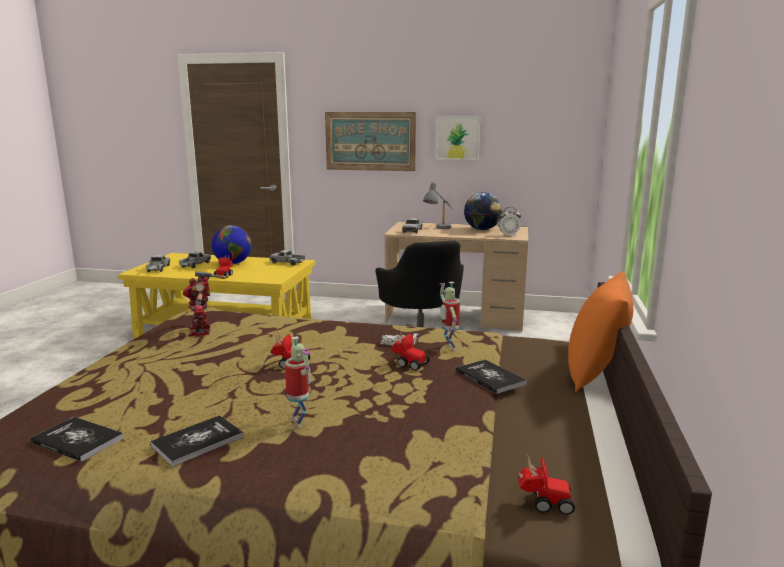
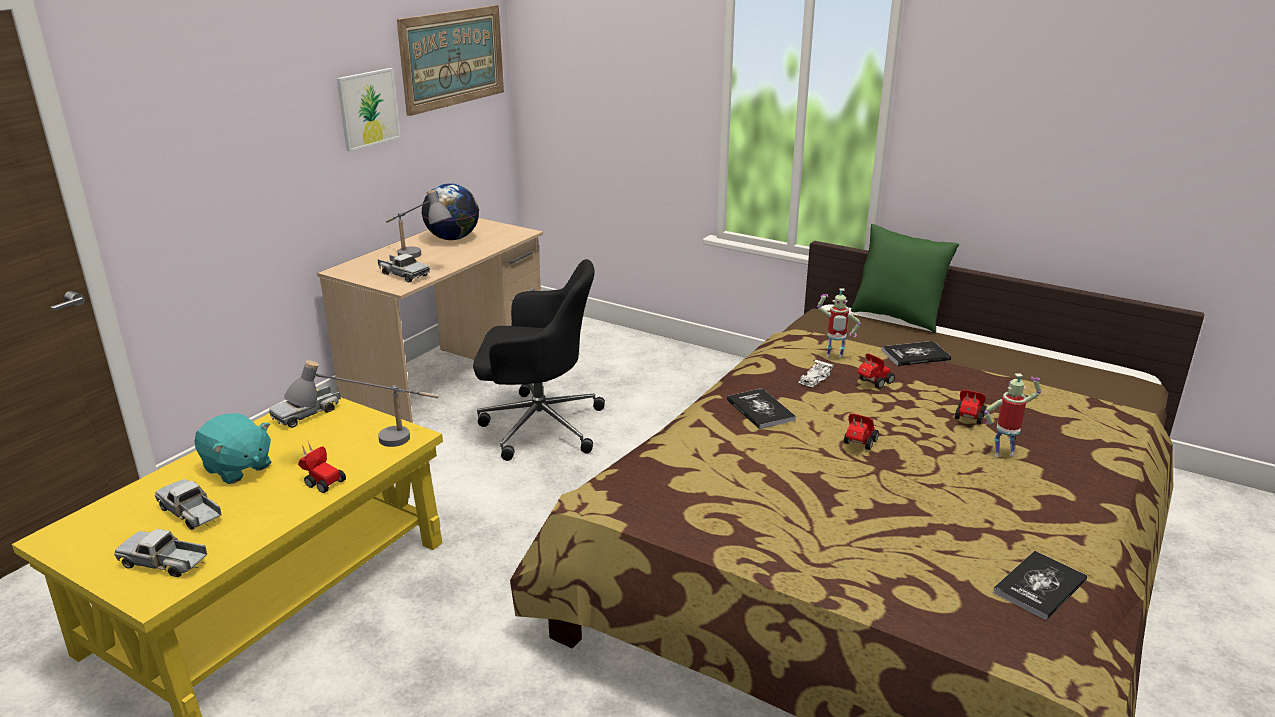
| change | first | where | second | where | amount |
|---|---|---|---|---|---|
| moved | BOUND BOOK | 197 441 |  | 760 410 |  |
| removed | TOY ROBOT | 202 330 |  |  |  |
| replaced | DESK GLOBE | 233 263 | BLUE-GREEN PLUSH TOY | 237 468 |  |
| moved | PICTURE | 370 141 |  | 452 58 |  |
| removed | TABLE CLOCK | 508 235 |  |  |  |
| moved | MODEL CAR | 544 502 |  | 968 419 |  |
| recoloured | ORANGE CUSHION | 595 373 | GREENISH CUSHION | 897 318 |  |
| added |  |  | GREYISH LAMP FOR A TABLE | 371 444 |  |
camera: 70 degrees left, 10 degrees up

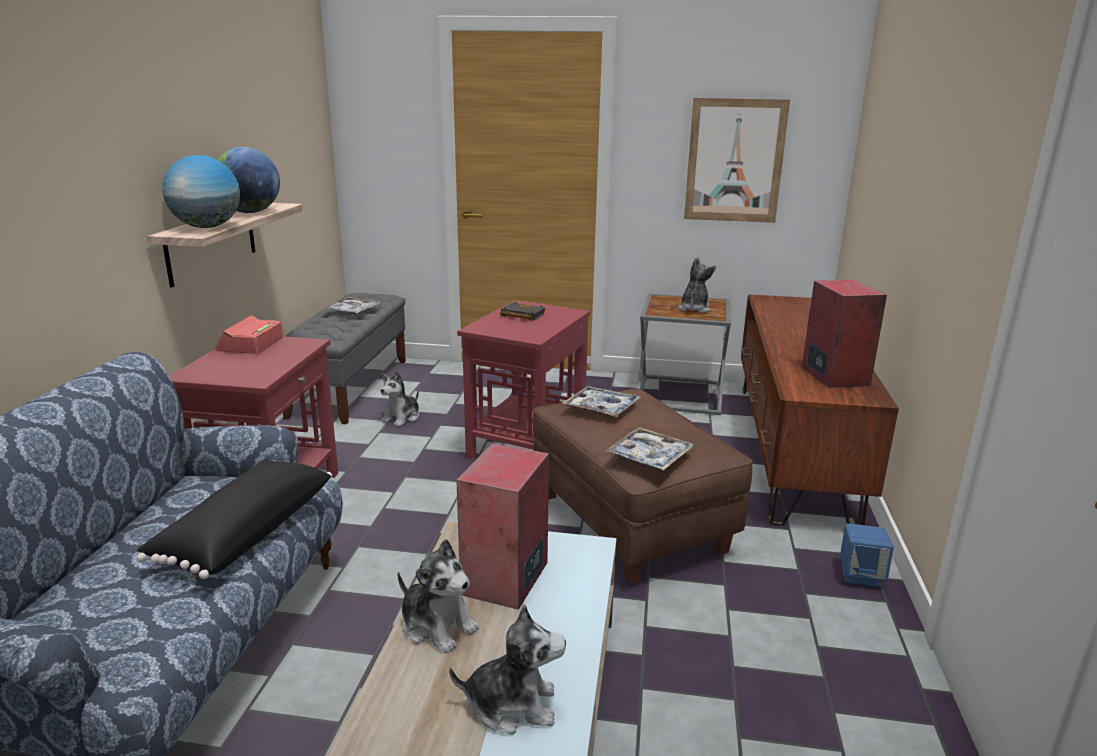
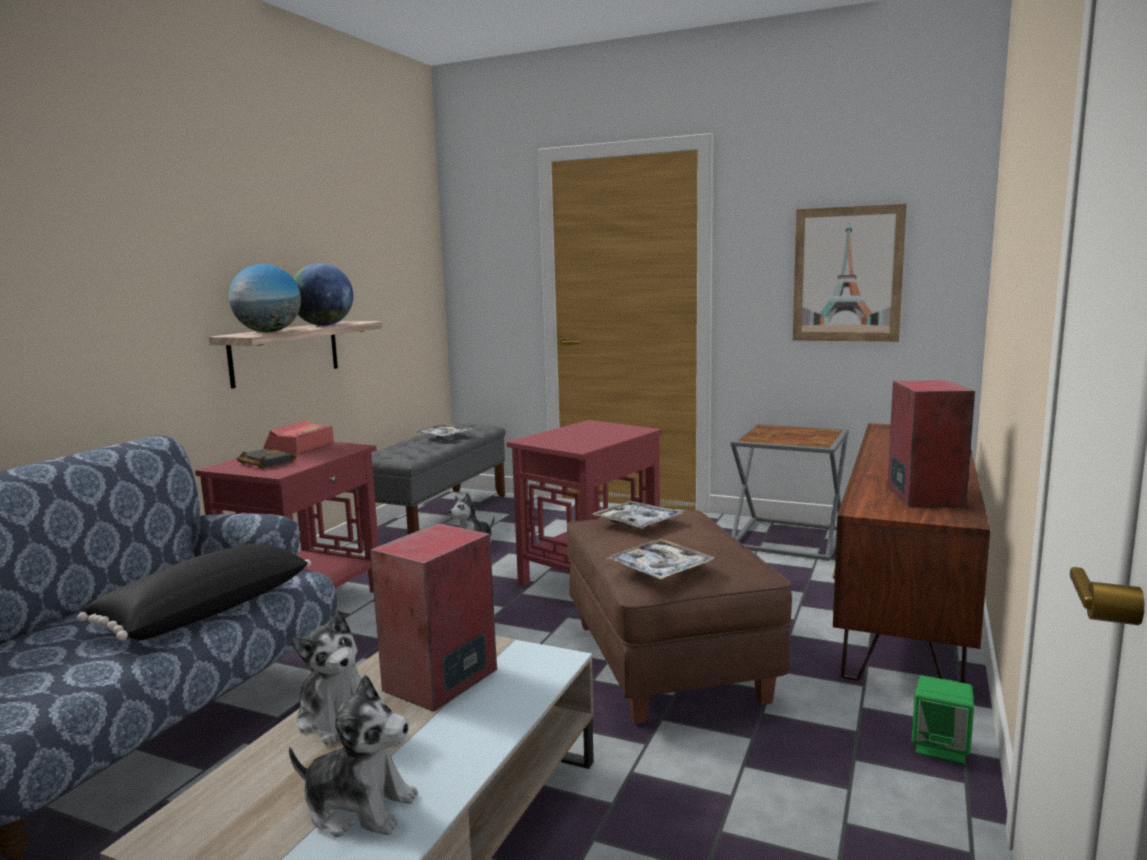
| change | first | where | second | where | amount |
|---|---|---|---|---|---|
| moved | BLACK BOUND BOOK | 521 315 |  | 264 463 |  |
| removed | PLUSH TOY | 694 309 |  |  |  |
| recoloured | BLUISH SPEAKER | 861 576 | GREENISH SPEAKER | 940 747 |  |
camera: 15 degrees right, 10 degrees down

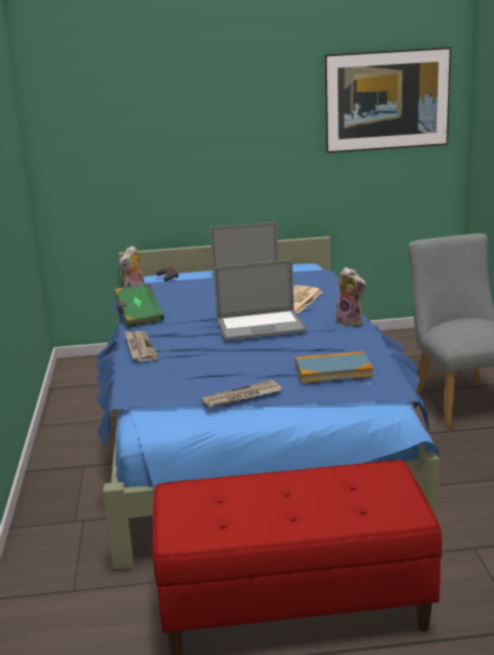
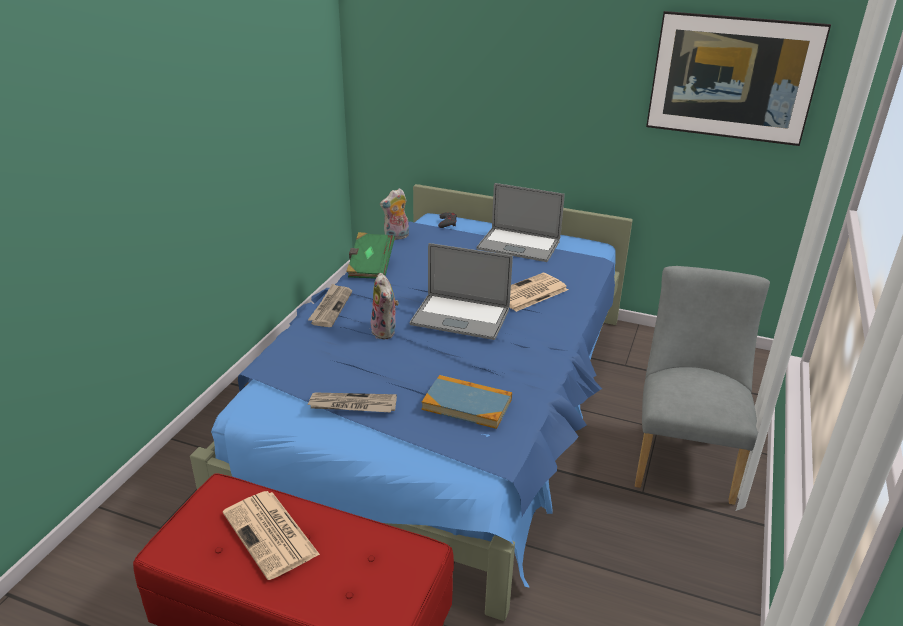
| change | first | where | second | where | amount |
|---|---|---|---|---|---|
| moved | PLUSH TOY | 351 322 |  | 386 331 |  |
| added |  |  | PRINTED PAPER | 271 534 |  |
camera: 25 degrees right, 10 degrees up

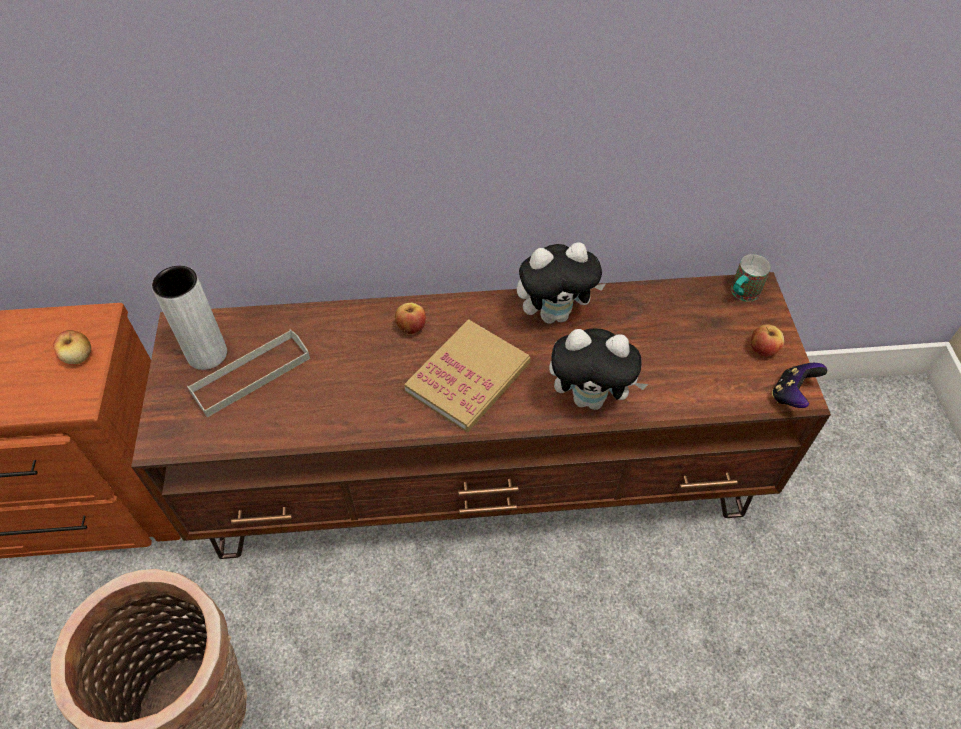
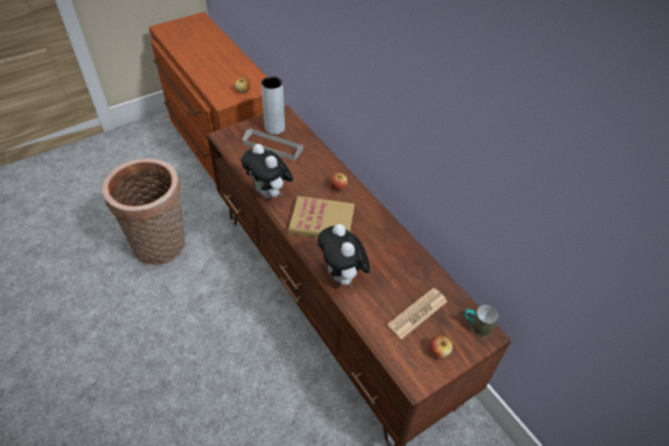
| change | first | where | second | where | amount |
|---|---|---|---|---|---|
| moved | PLUSH TOY | 555 314 |  | 270 193 |  |
| removed | GAME CONTROLLER | 791 395 |  |  |  |
| added |  |  | PRINTED PAPER | 417 313 |  |
camera: 60 degrees right, 5 degrees down

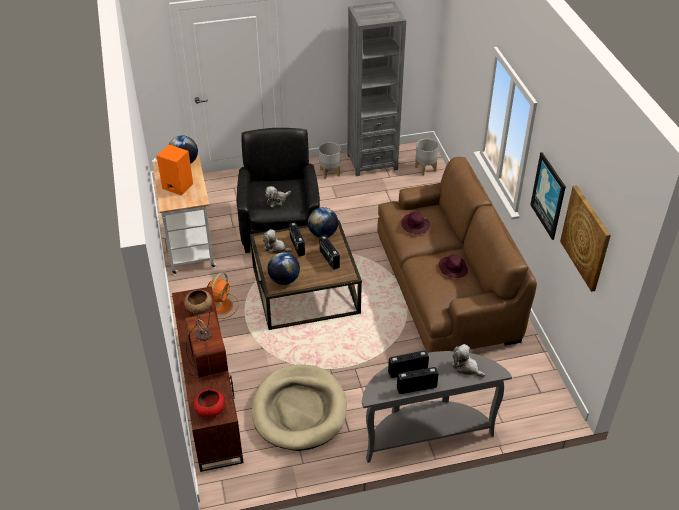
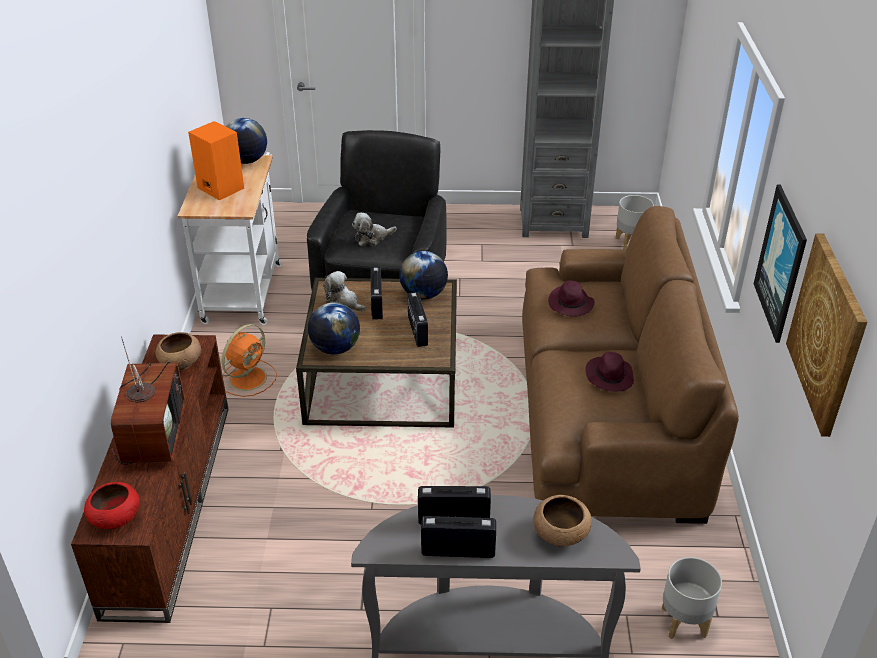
| change | first | where | second | where | amount |
|---|---|---|---|---|---|
| removed | BEIGE PET BED | 299 410 |  |  |  |
| moved | GREYISH PLANT POT | 330 173 |  | 684 622 |  |
| replaced | PLUSH TOY | 466 367 | BROWN DEEP DISH | 561 534 |  |
camera: 15 degrees right, 5 degrees down

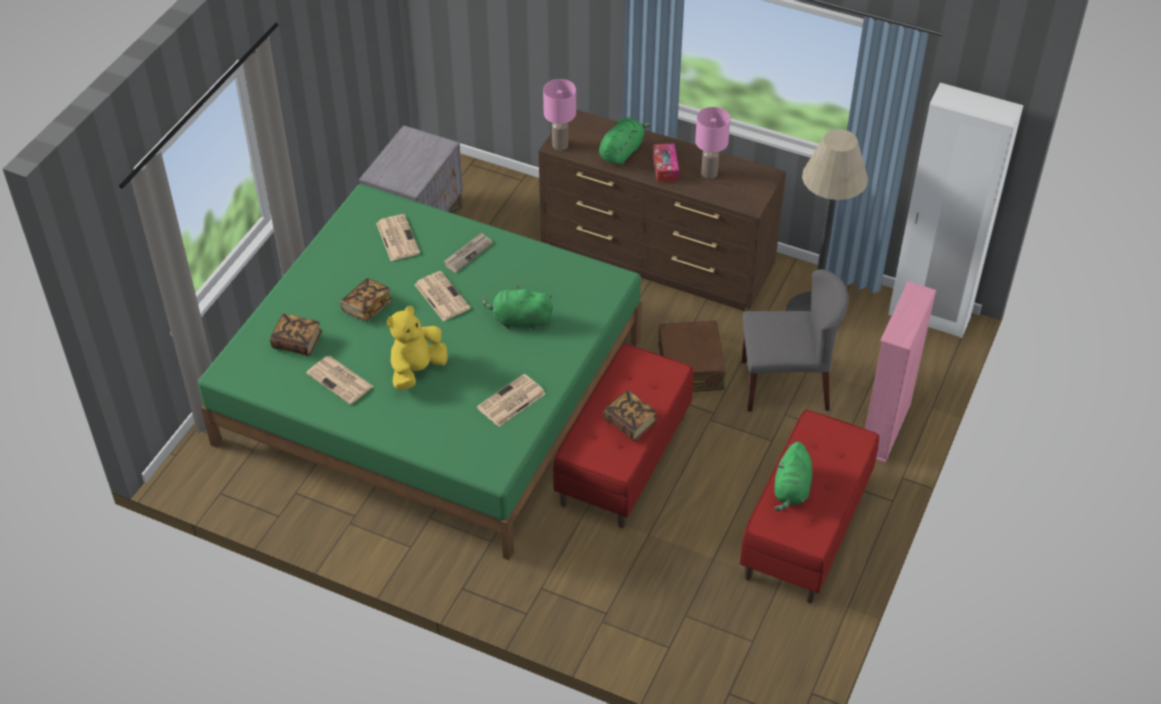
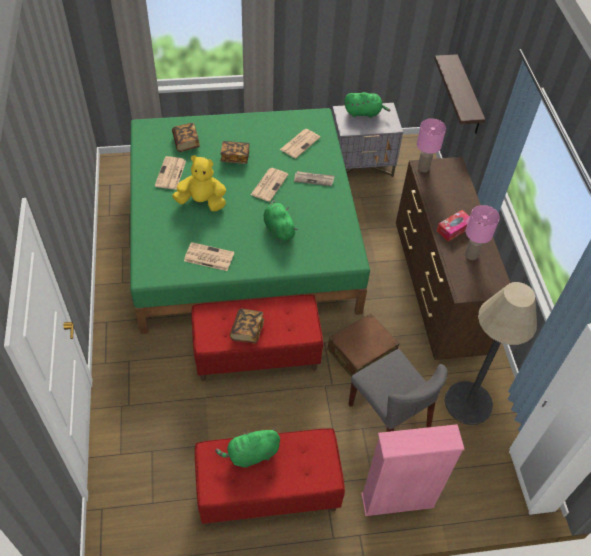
| change | first | where | second | where | amount |
|---|---|---|---|---|---|
| moved | GREENISH PLUSH TOY | 622 152 |  | 364 113 |  |
| added |  |  | WALL SHELF | 468 96 |  |
camera: 55 degrees right, 5 degrees up

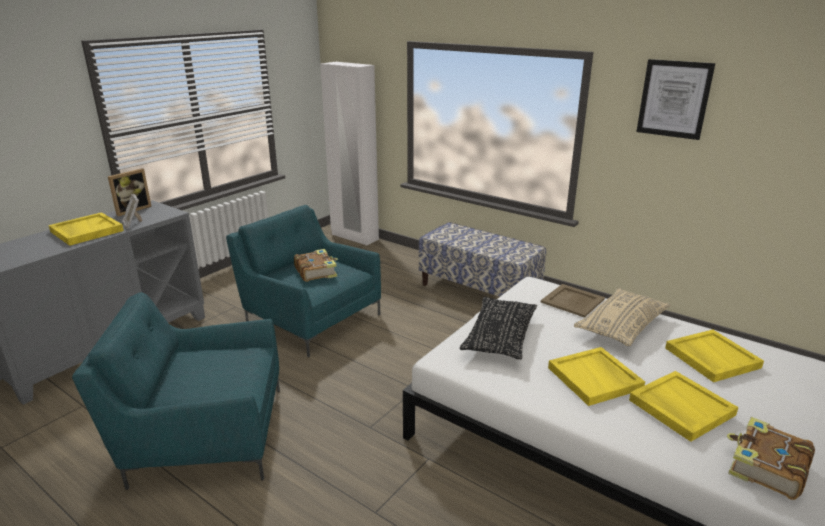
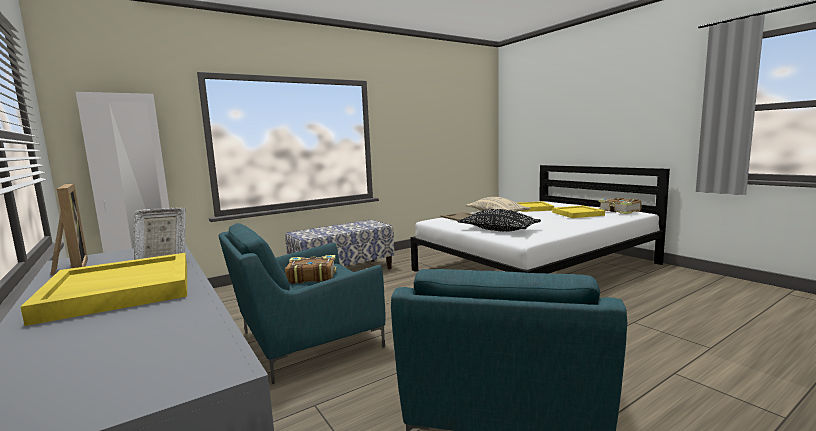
| change | first | where | second | where | amount |
|---|---|---|---|---|---|
| removed | YELLOW CARRYING TRAY | 595 378 |  |  |  |
| removed | PICTURE | 674 99 |  |  |  |
camera: 70 degrees left, 15 degrees down

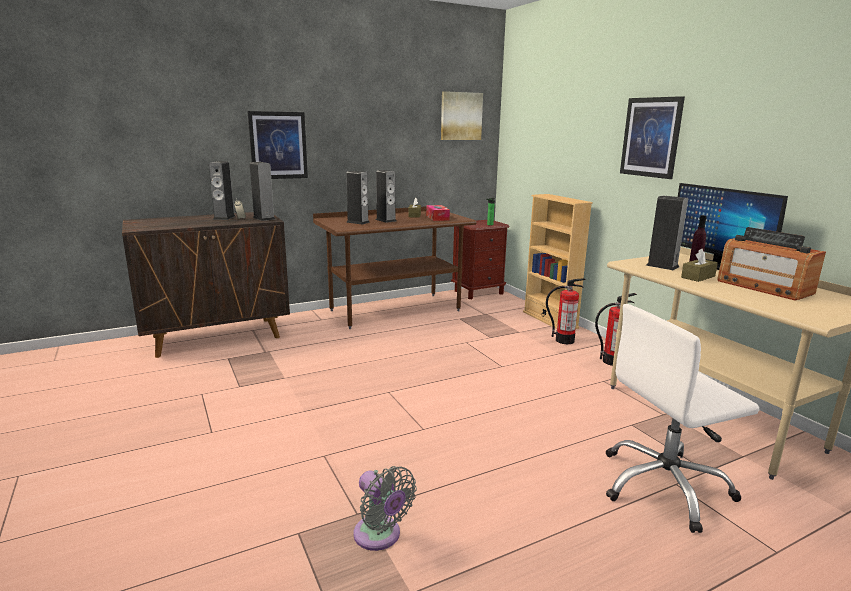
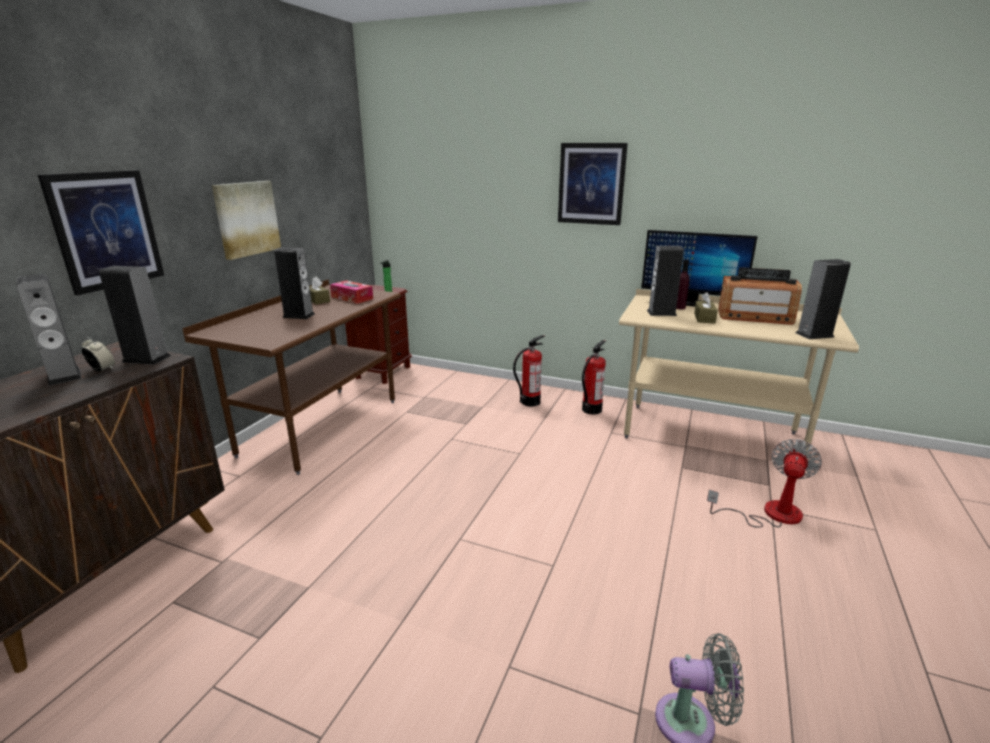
| change | first | where | second | where | amount |
|---|---|---|---|---|---|
| moved | SPEAKER | 358 222 |  | 814 335 |  |
| moved | PICTURE | 460 116 |  | 246 218 |  |
| removed | BEIGE SHELVING UNIT | 550 320 |  |  |  |
| replaced | WHITISH COMPUTER CHAIR | 664 486 | ELECTRIC FAN | 770 514 |  |
camera: 40 degrees left, 5 degrees up

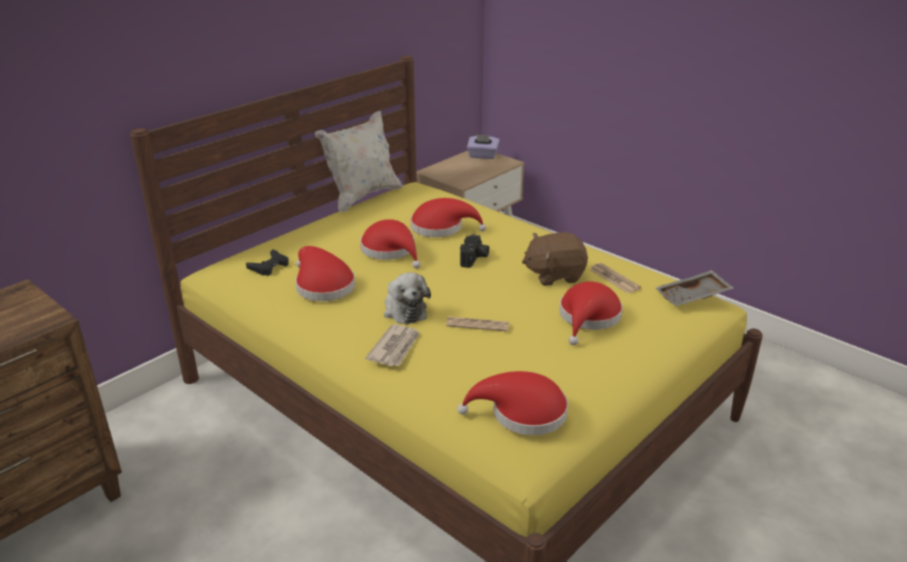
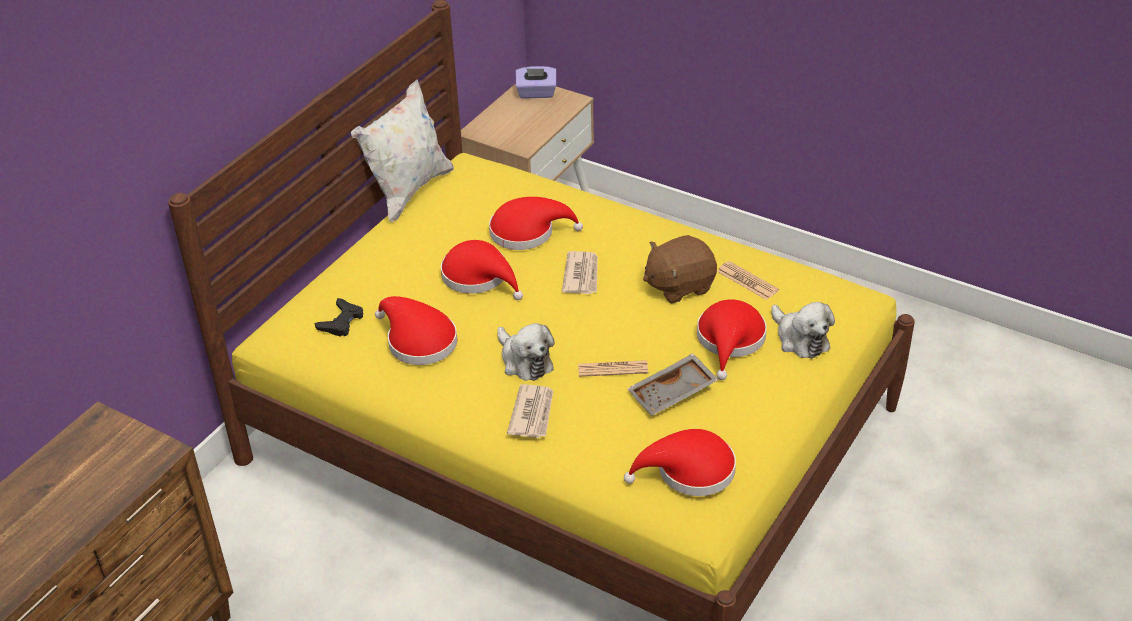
| change | first | where | second | where | amount |
|---|---|---|---|---|---|
| replaced | STILL CAMERA | 474 259 | PRINTED PAPER | 582 275 |  |
| moved | GREYISH CARRYING TRAY | 693 297 |  | 673 394 |  |
| added |  |  | PLUSH TOY | 800 339 |  |
camera: 10 degrees left, 10 degrees up

